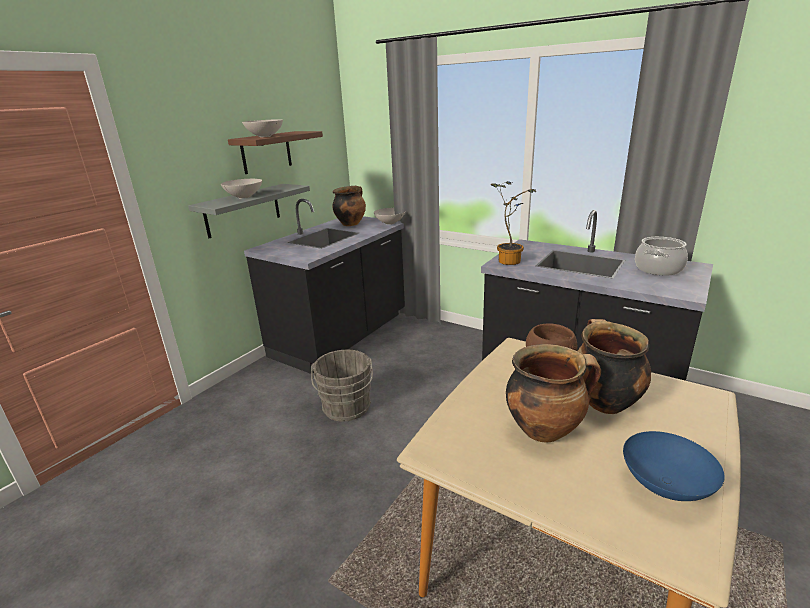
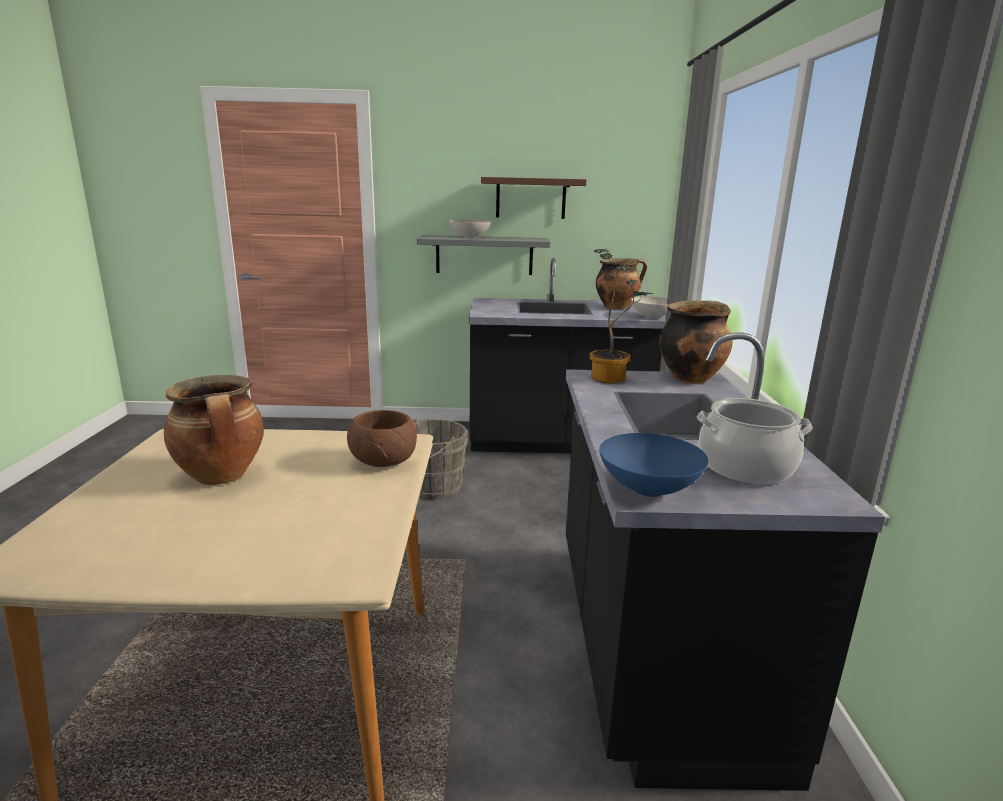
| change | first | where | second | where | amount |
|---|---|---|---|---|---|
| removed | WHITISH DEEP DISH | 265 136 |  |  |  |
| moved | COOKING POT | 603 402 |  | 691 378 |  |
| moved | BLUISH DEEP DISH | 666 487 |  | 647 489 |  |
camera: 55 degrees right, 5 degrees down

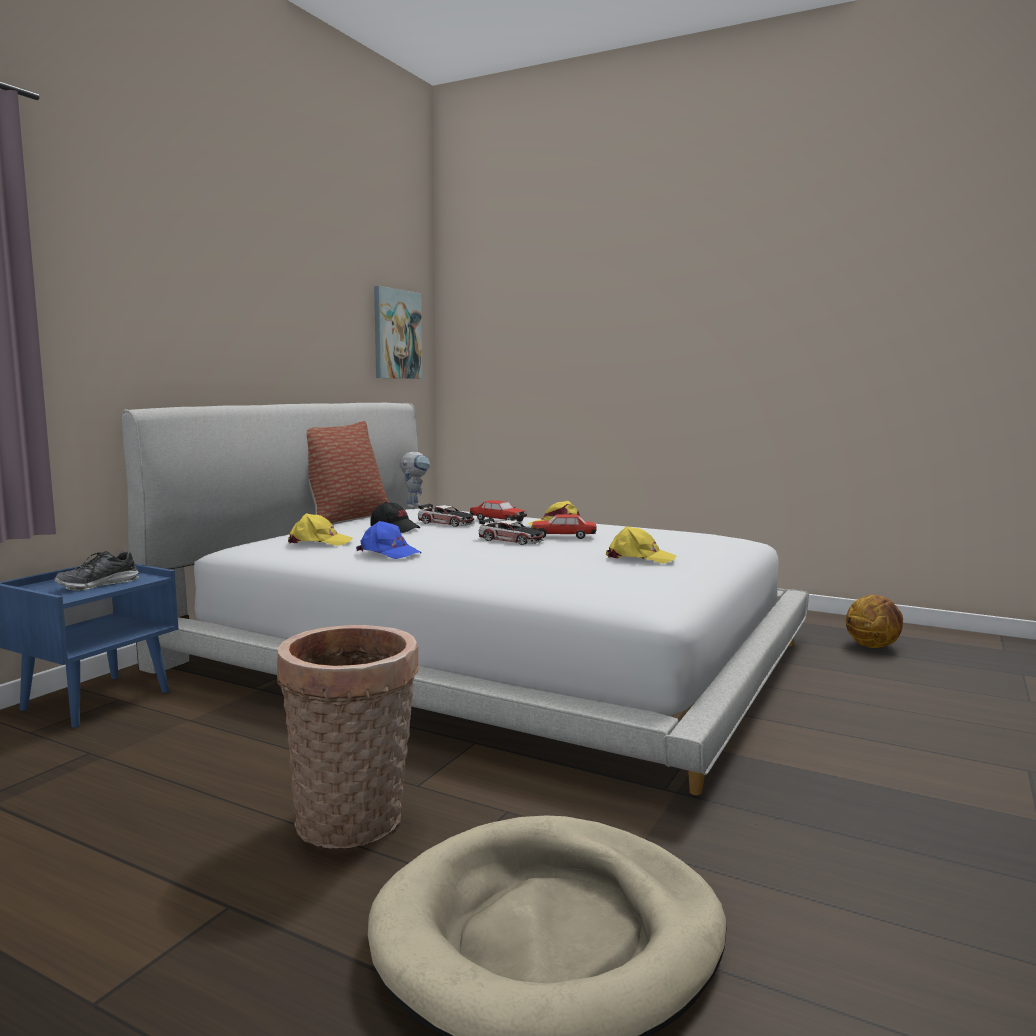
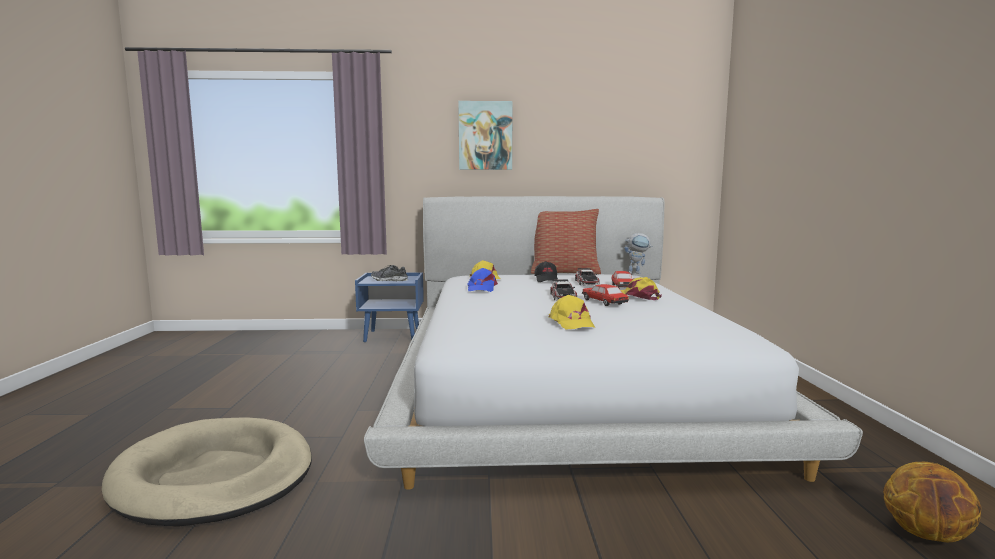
| change | first | where | second | where | amount |
|---|---|---|---|---|---|
| removed | HOUSEHOLD BASKET | 353 823 |  |  |  |
| moved | PICTURE | 396 334 |  | 485 136 |  |
camera: 60 degrees right, 0 degrees up

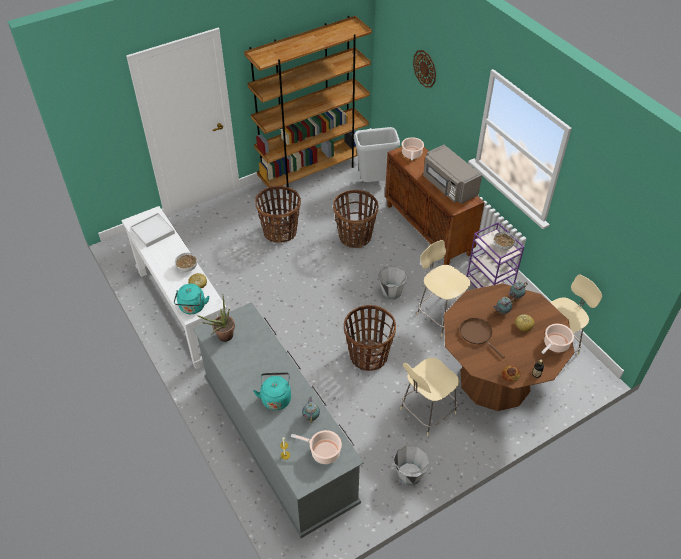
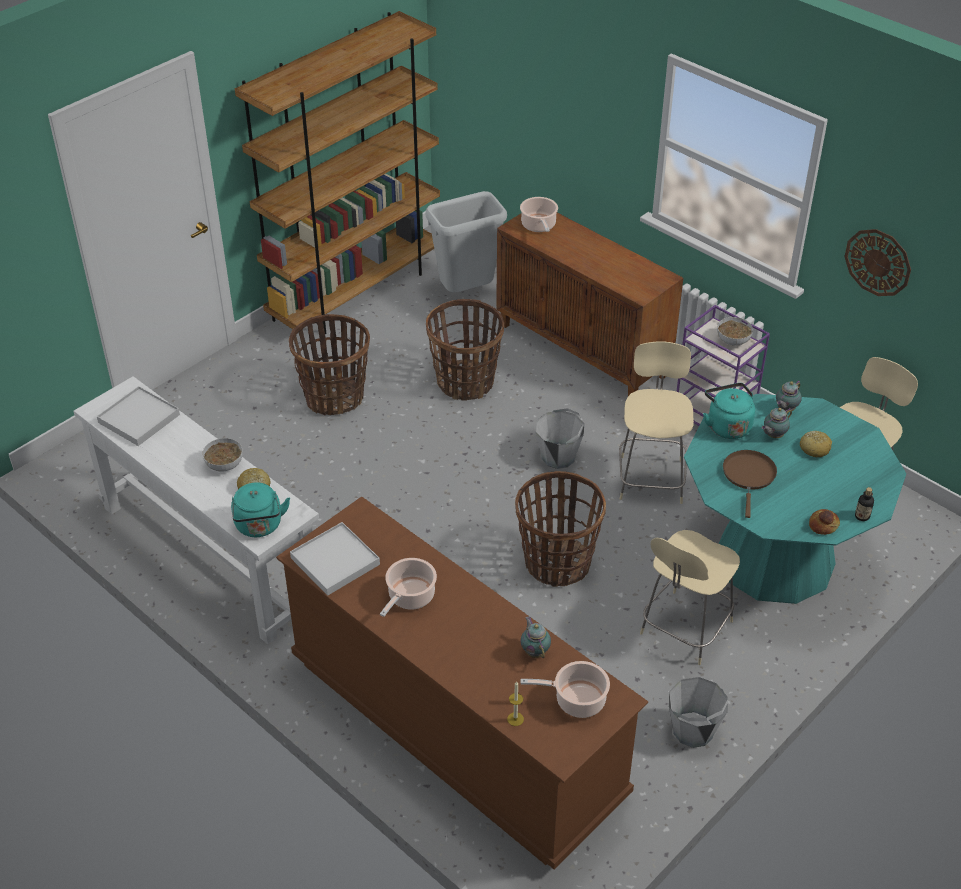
| change | first | where | second | where | amount |
|---|---|---|---|---|---|
| recoloured | GREYISH DRAWER CHEST | 278 440 | BROWN DRAWER CHEST | 456 726 |  |
| replaced | HOUSEPLANT | 222 338 | WHITISH CARRYING TRAY | 335 561 |  |
| moved | BLUE-GREEN KETTLE | 276 398 |  | 727 425 |  |
| moved | CLOCK ON THE WALL | 425 68 |  | 878 262 |  |
| turned | BEIGE CHAIR | 440 315 |  | 651 477 | 60 degrees clockwise |
| removed | GREYISH KITCHEN MICROWAVE | 448 186 |  |  |  |
| recoloured | BROWN DINNER TABLE | 495 380 | BLUE-GREEN DINNER TABLE | 774 558 |  |
| turned | BROWN FRYING PAN | 477 334 |  | 749 476 | 60 degrees clockwise |
| moved | COOKING POT | 555 345 |  | 410 597 |  |
camera: 15 degrees left, 5 degrees down

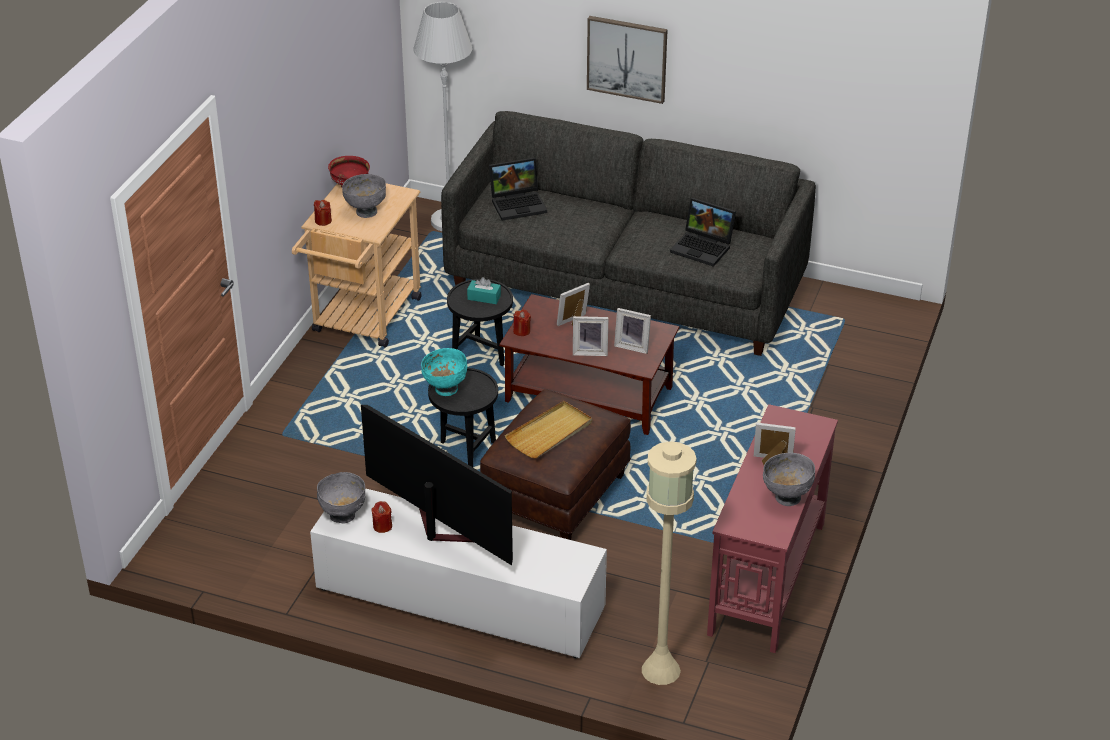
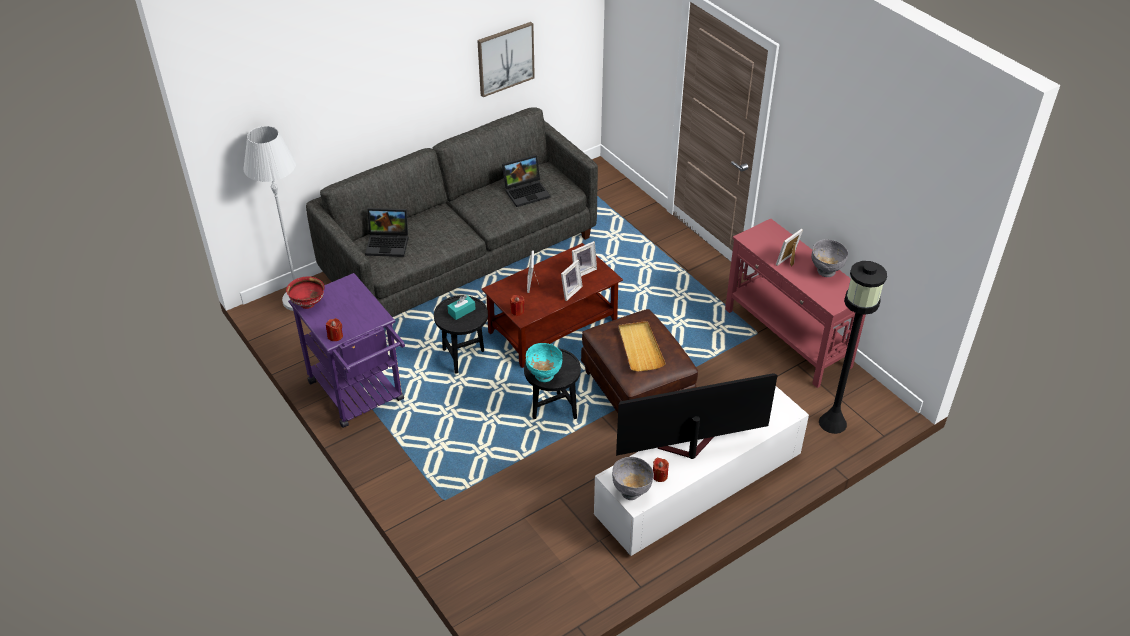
| change | first | where | second | where | amount |
|---|---|---|---|---|---|
| recoloured | BEIGE TROLLEY | 363 320 | PURPLISH TROLLEY | 360 396 |  |
| removed | GREYISH DEEP DISH | 366 211 |  |  |  |
| turned | PORTABLE COMPUTER | 519 203 |  | 389 243 | 75 degrees clockwise |
| moved | PICTURE | 627 58 |  | 505 58 |  |
| recoloured | BEIGE FLOOR LAMP | 660 670 | BLACK FLOOR LAMP | 833 423 |  |
camera: 55 degrees left, 5 degrees up

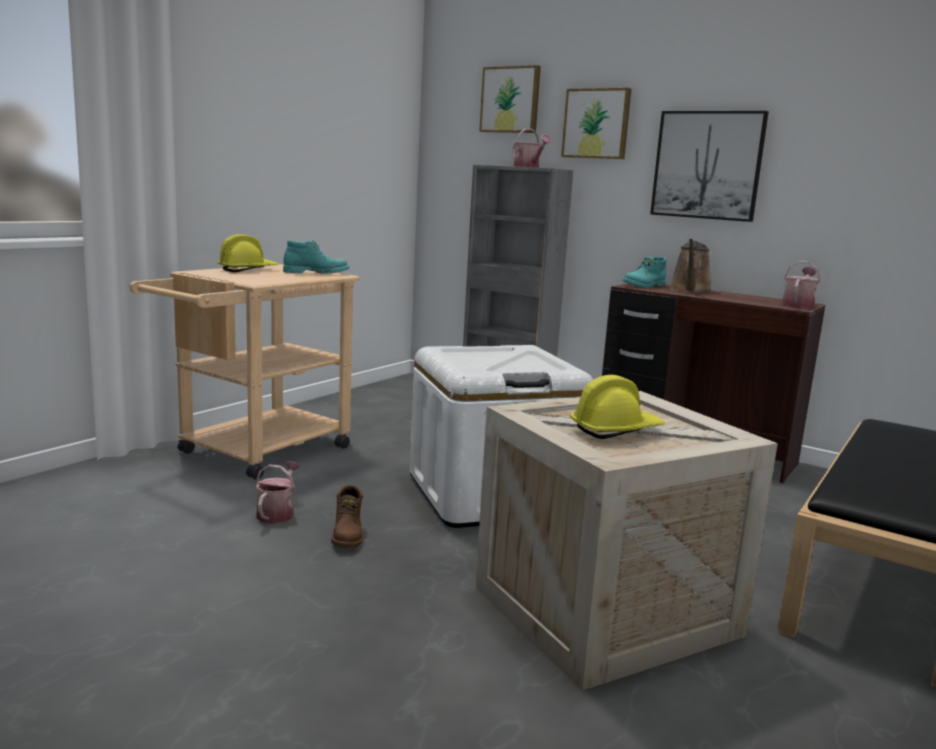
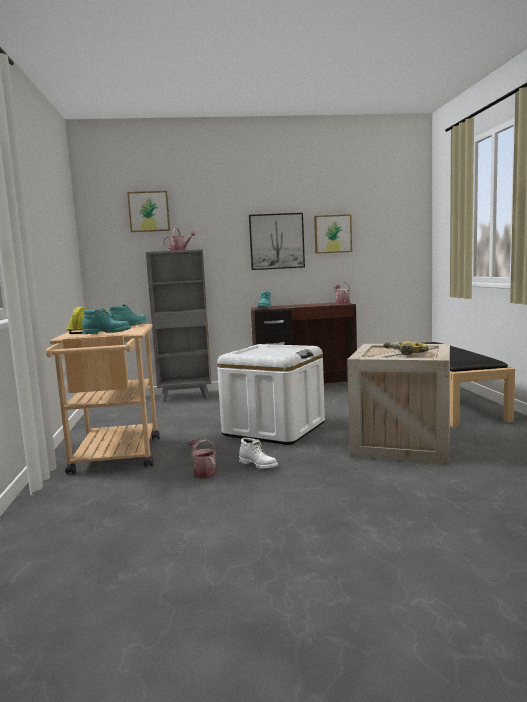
| change | first | where | second | where | amount |
|---|---|---|---|---|---|
| recoloured | BROWN TALL BOOT | 348 535 | WHITISH TALL BOOT | 259 464 |  |
| moved | PICTURE | 597 124 |  | 332 234 |  |
| replaced | YELLOW SAFETY HELMET | 615 430 | ELECTRIC DRILL | 405 353 |  |
| removed | BROWN WATERING CAN | 690 290 |  |  |  |
| added |  |  | BLUE-GREEN TALL BOOT | 107 333 |  |
camera: 40 degrees left, 5 degrees down

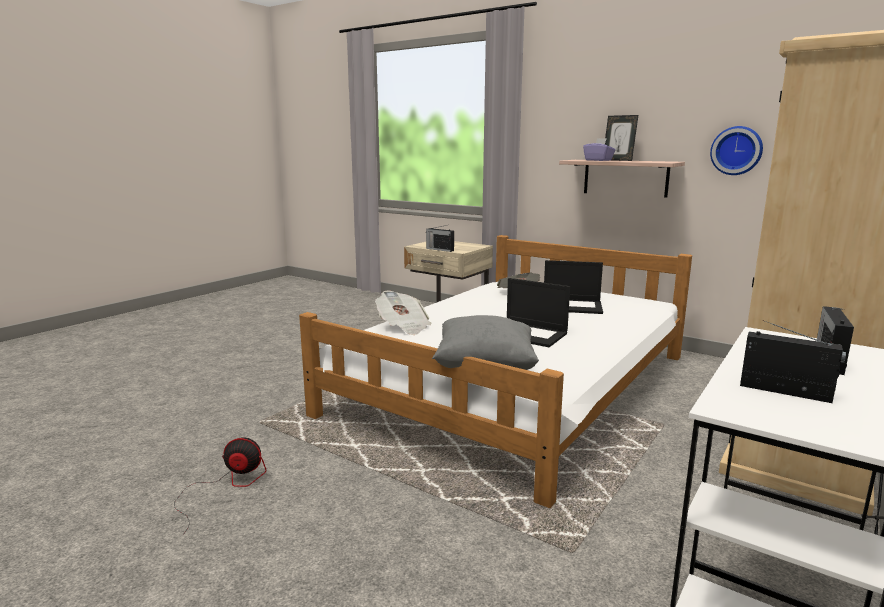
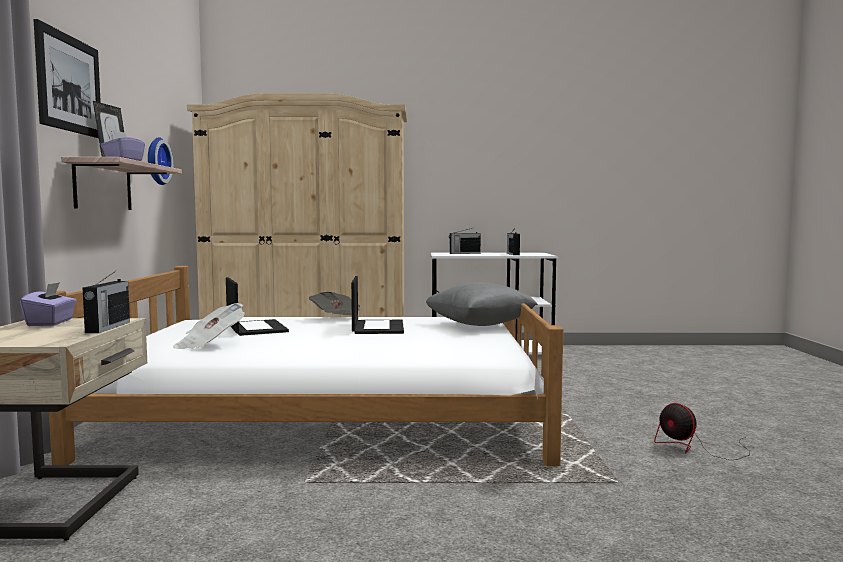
| change | first | where | second | where | amount |
|---|---|---|---|---|---|
| moved | PRINTED PAPER | 403 327 |  | 337 318 |  |
| added |  |  | PURPLISH BOX OF TISSUES | 51 323 |  |
| added |  |  | PICTURE | 69 84 |  |
camera: 125 degrees left, 10 degrees down

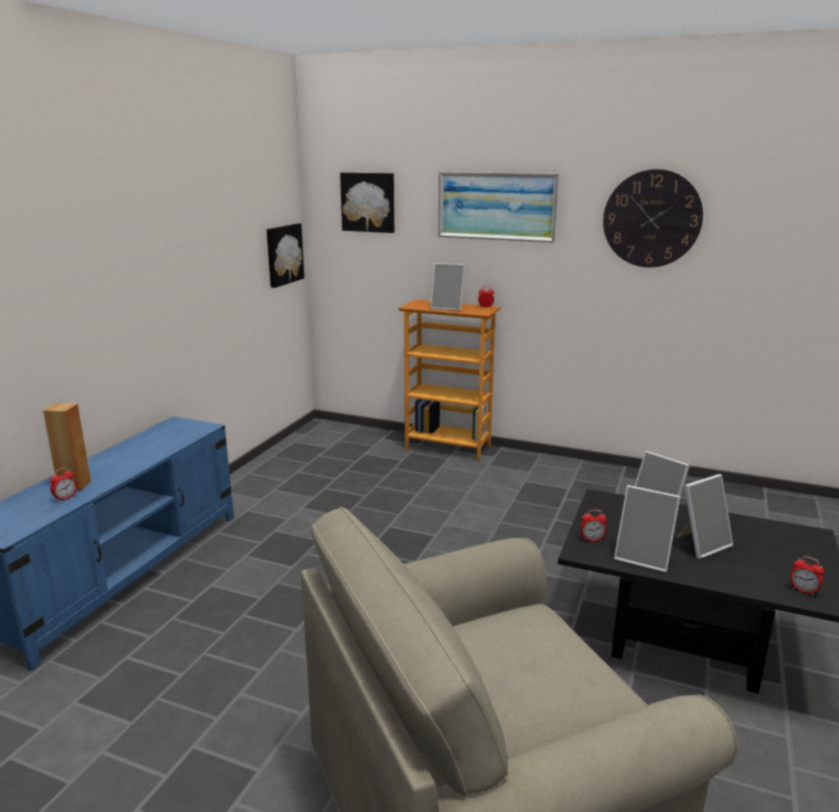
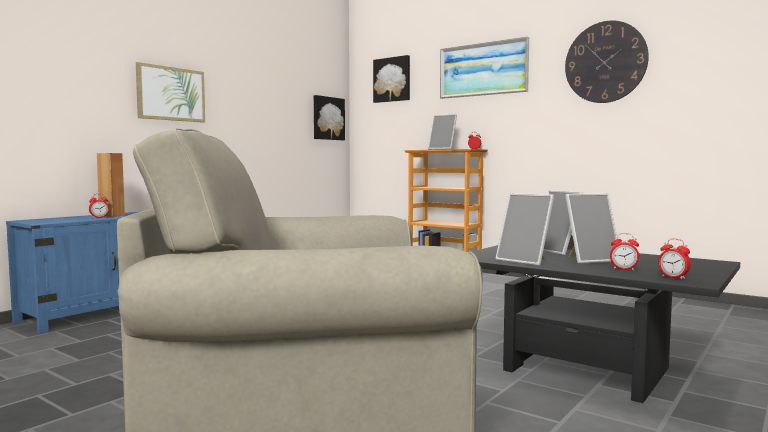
| change | first | where | second | where | amount |
|---|---|---|---|---|---|
| moved | TABLE CLOCK | 592 540 |  | 623 269 |  |
| added |  |  | PICTURE | 171 94 |  |
camera: 15 degrees right, 15 degrees down

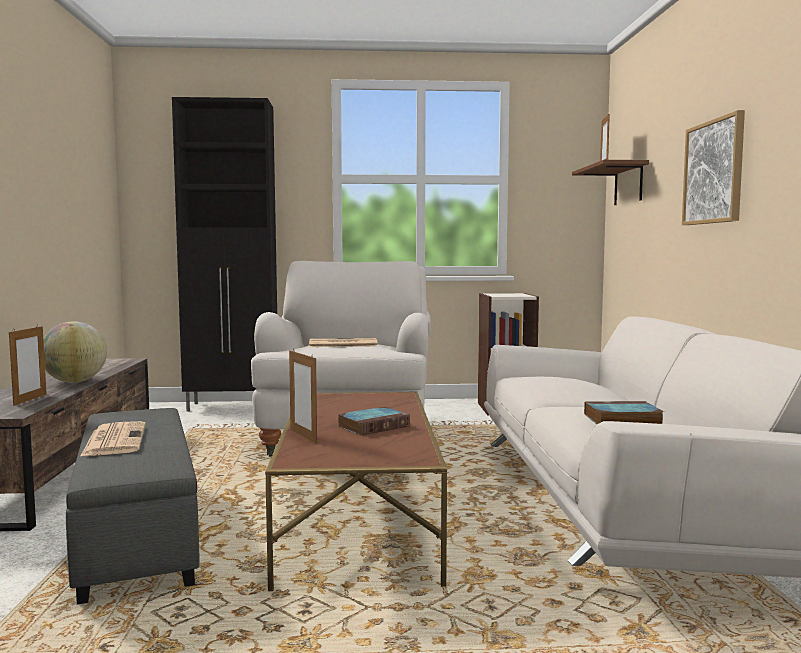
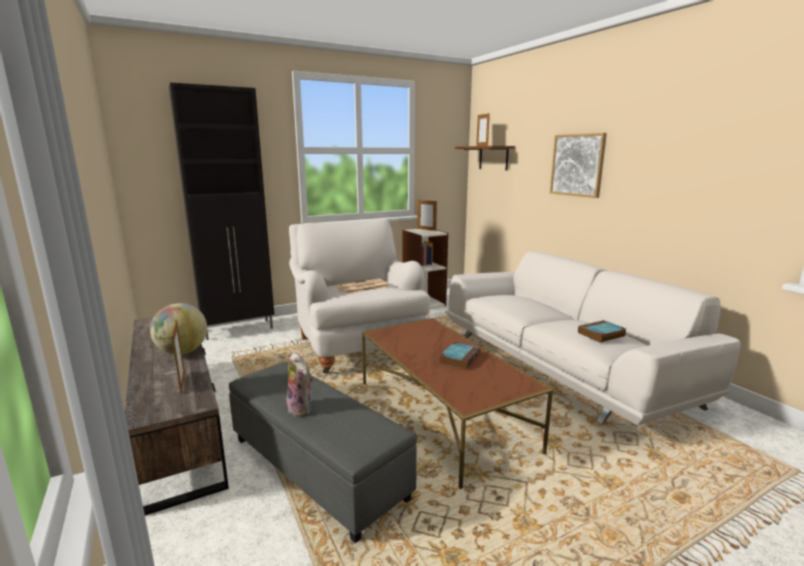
| change | first | where | second | where | amount |
|---|---|---|---|---|---|
| replaced | PRINTED PAPER | 114 440 | PLUSH TOY | 302 409 |  |
| moved | PHOTO FRAME | 303 436 |  | 426 229 |  |
camera: 25 degrees left, 10 degrees up

